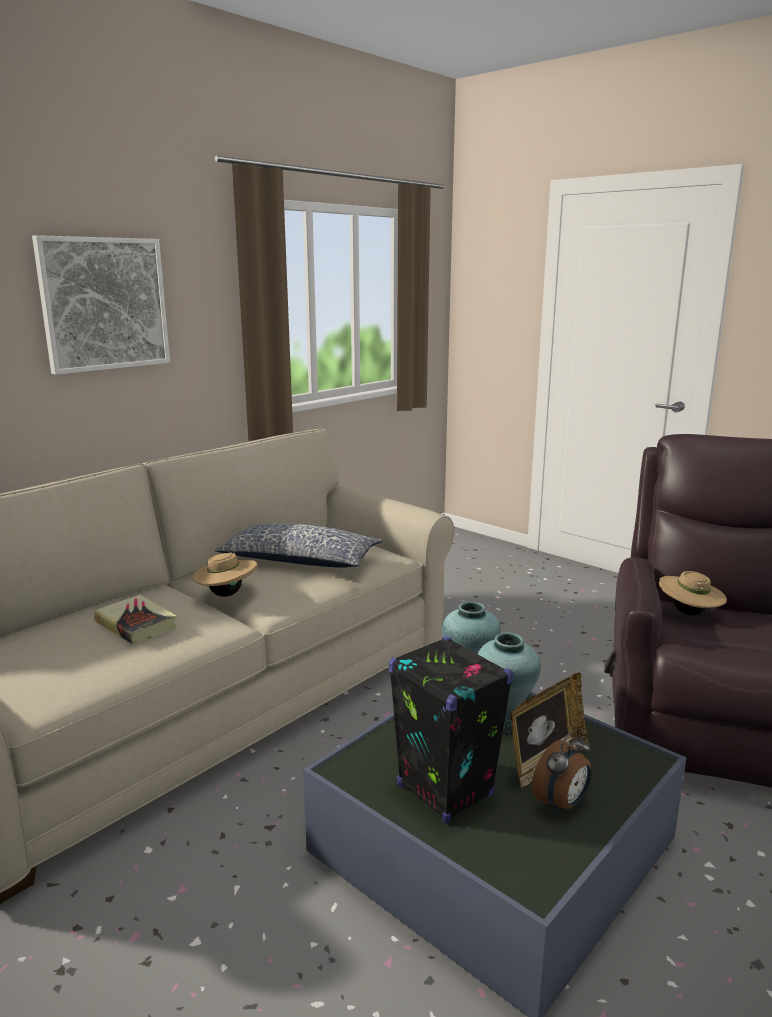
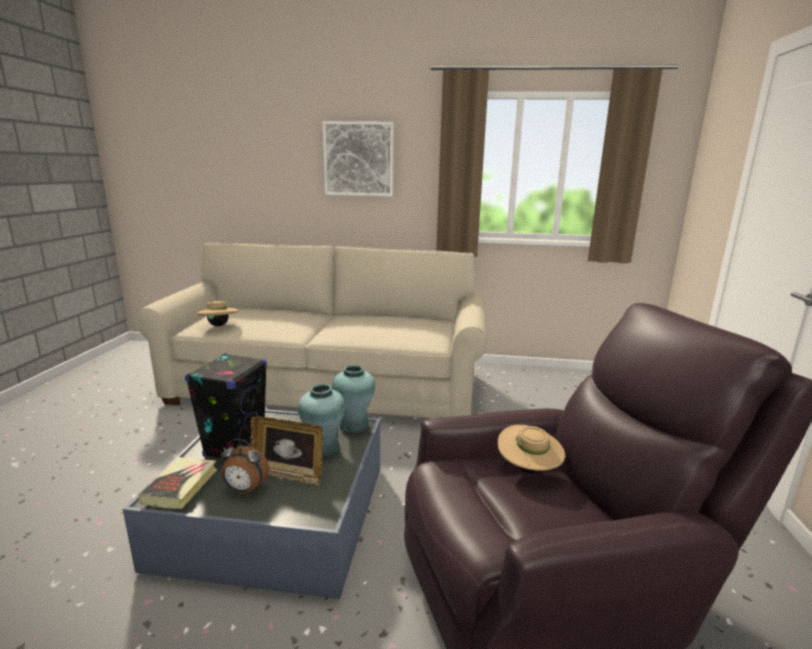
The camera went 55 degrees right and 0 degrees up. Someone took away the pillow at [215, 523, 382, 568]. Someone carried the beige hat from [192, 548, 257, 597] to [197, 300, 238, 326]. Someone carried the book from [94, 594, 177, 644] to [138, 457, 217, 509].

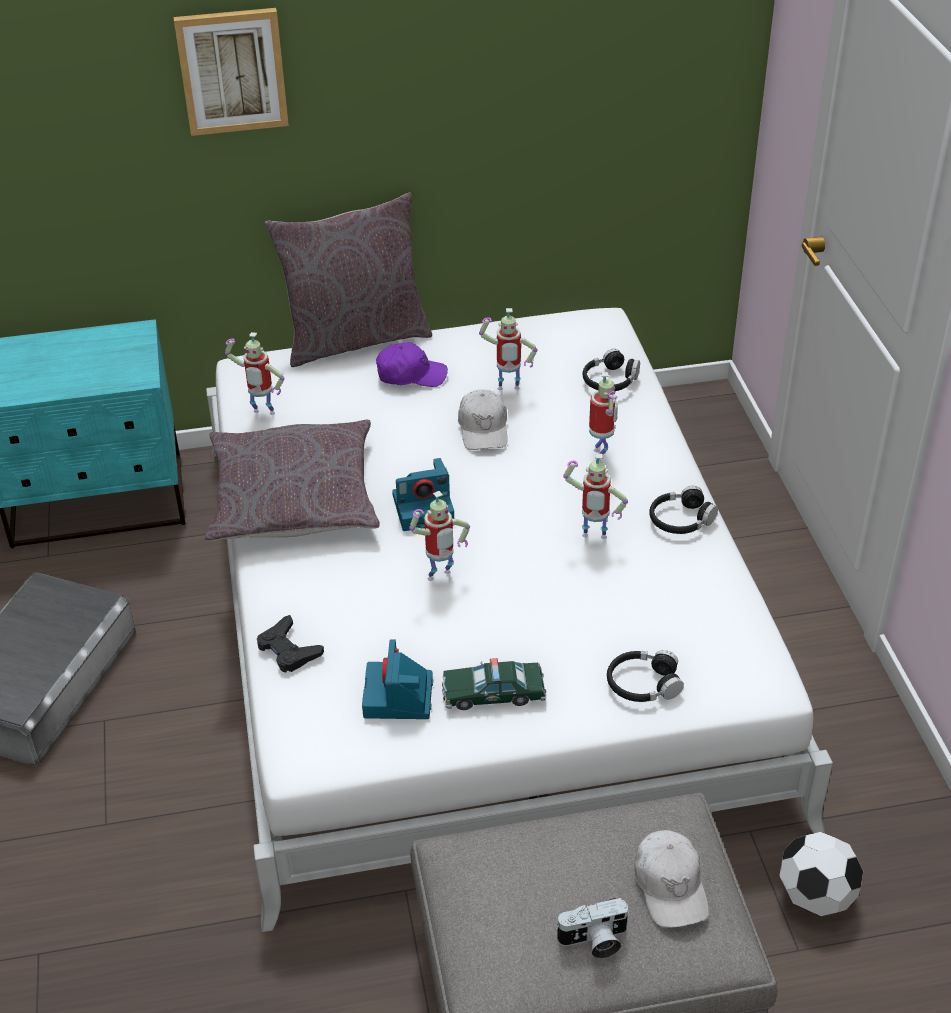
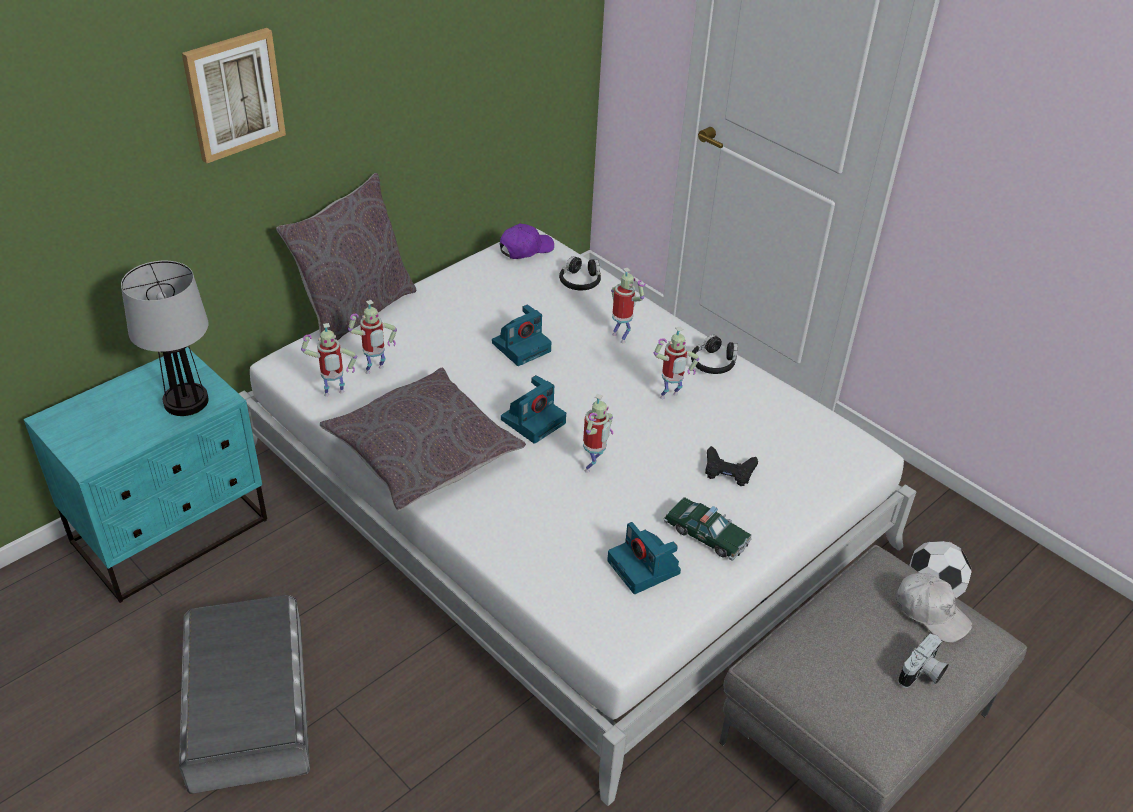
The camera went 35 degrees left and 0 degrees up. Someone carried the toy robot from [479, 308, 538, 390] to [348, 300, 397, 374]. Someone carried the purple cap from [376, 342, 448, 387] to [500, 223, 554, 259]. Someone swapped the white cap at [458, 389, 508, 450] for the photo camera at [492, 304, 552, 366]. Someone carried the black game controller from [257, 615, 324, 673] to [705, 446, 758, 486]. Someone took away the black headphones at [607, 650, 684, 702]. Someone rotated the toy car at [442, 658, 546, 710] by 105 degrees counterclockwise. Someone put down the table lamp at [121, 261, 209, 416].

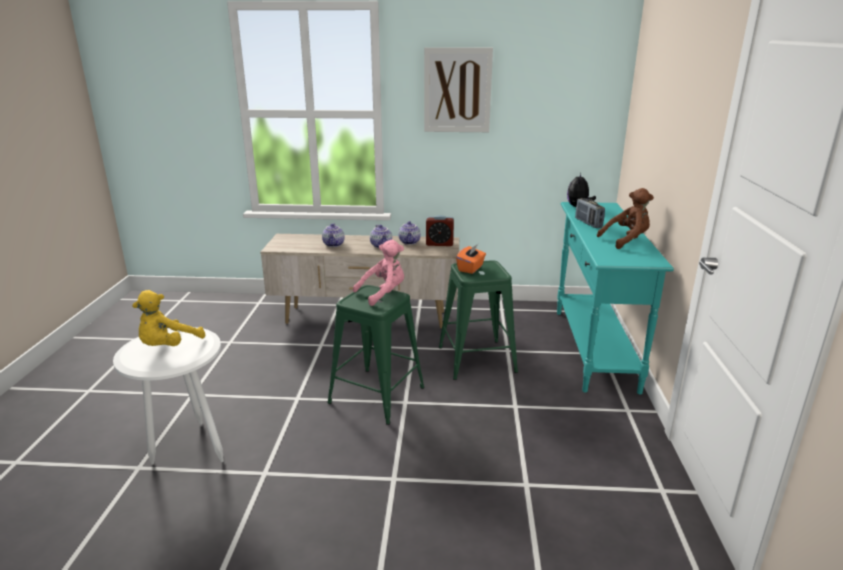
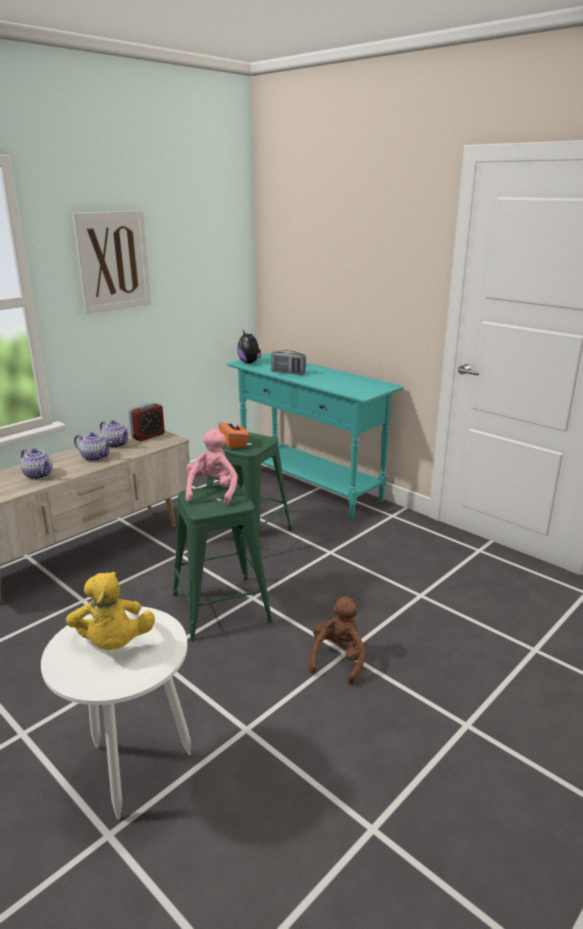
The camera went 50 degrees left and 0 degrees up. Someone carried the brown plush toy from [597, 188, 654, 249] to [309, 597, 366, 685].

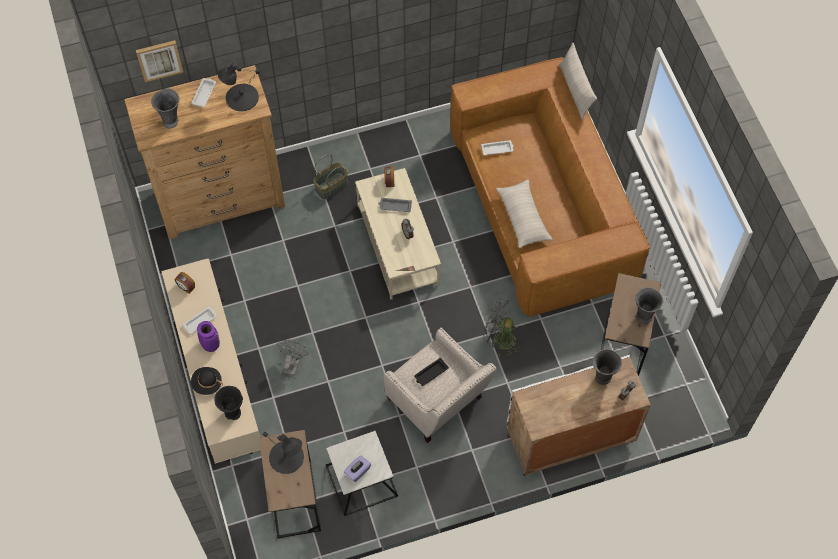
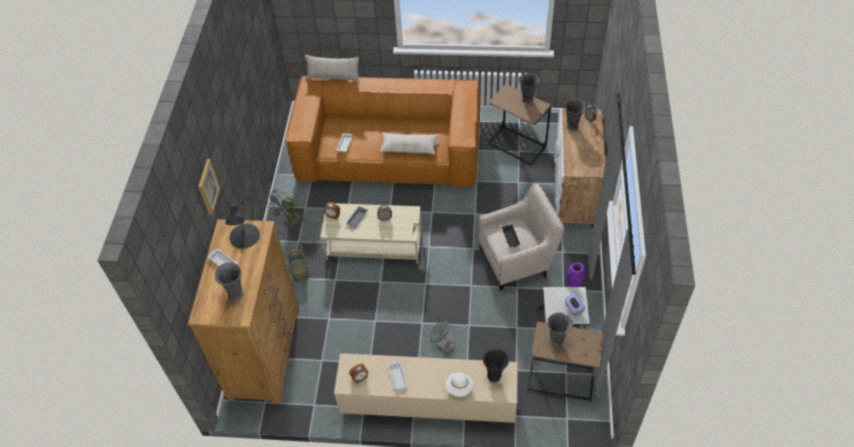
The camera went 65 degrees left and 10 degrees down. Someone carried the picture from [136, 40, 183, 82] to [198, 159, 221, 215]. Someone carried the grey fan from [483, 298, 521, 357] to [266, 190, 306, 228]. Someone carried the purple vase from [197, 321, 220, 352] to [566, 262, 585, 287]. Someone repainted the black hat at [191, 367, 223, 395], which became the white hat at [446, 373, 473, 397]. Someone swapped the black table lamp at [263, 432, 304, 474] for the grey vase at [547, 313, 573, 346].

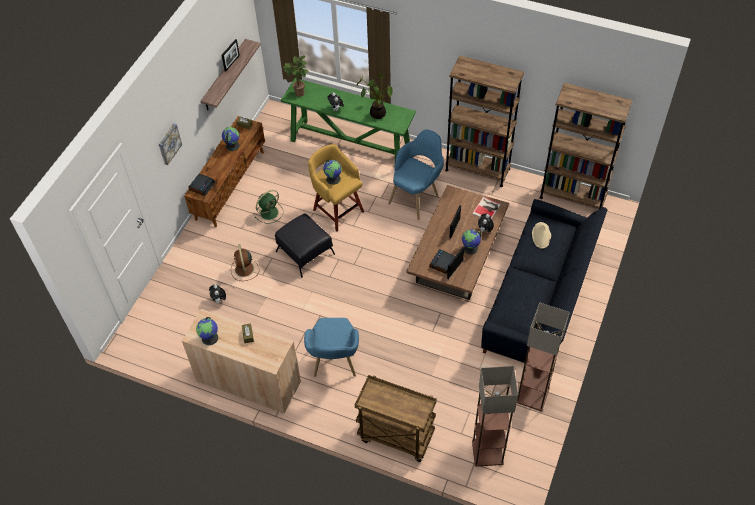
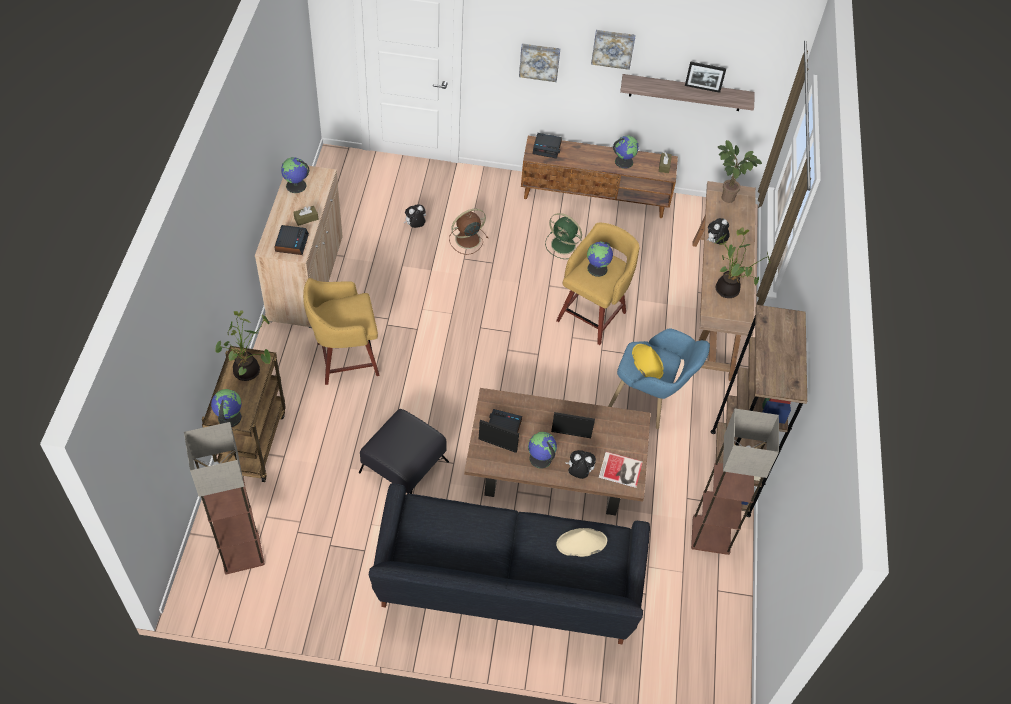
The camera went 70 degrees right and 0 degrees up. Someone repainted the green console table at [281, 78, 416, 160], which became the brown console table at [692, 181, 756, 381]. Someone took away the brown bookcase at [540, 83, 633, 209]. Someone carried the black ottoman from [275, 214, 335, 277] to [359, 409, 449, 494]. Someone carried the floor lamp from [517, 303, 570, 411] to [691, 408, 779, 555]. Someone swapped the blue armchair at [304, 318, 359, 377] for the yellow stool at [303, 278, 380, 385]. Someone put up the picture at [591, 30, 636, 70]. Someone put down the alarm clock at [275, 225, 309, 255]. Someone put down the potted plant at [215, 310, 271, 381]. Someone put down the yellow hat at [632, 344, 664, 379]. Someone put down the globe at [211, 389, 242, 427].

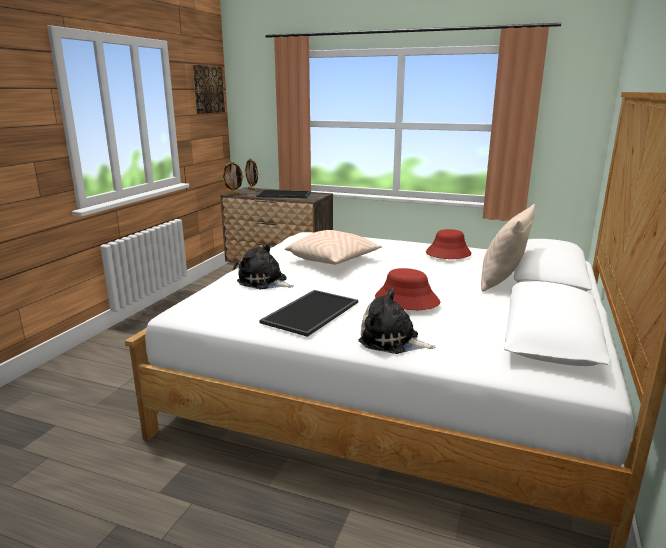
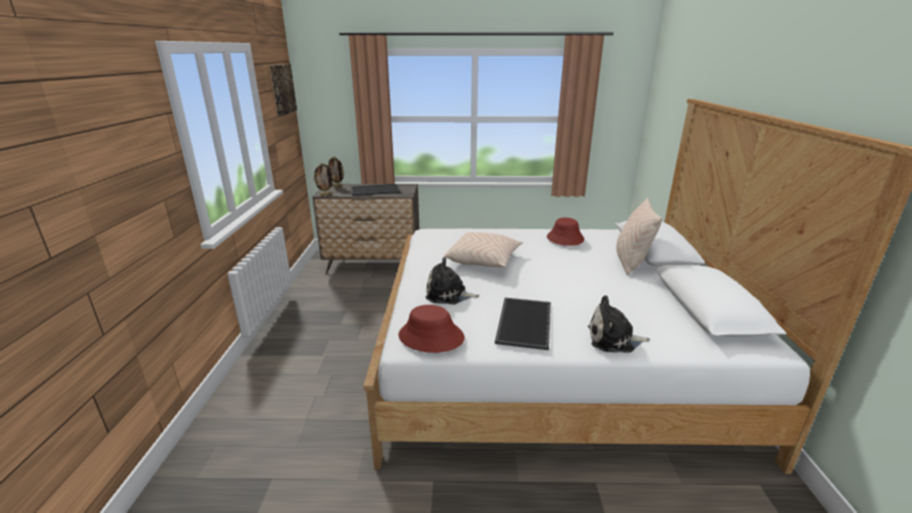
The camera went 20 degrees left and 5 degrees up. Someone carried the red hat from [375, 268, 440, 310] to [398, 305, 465, 353].

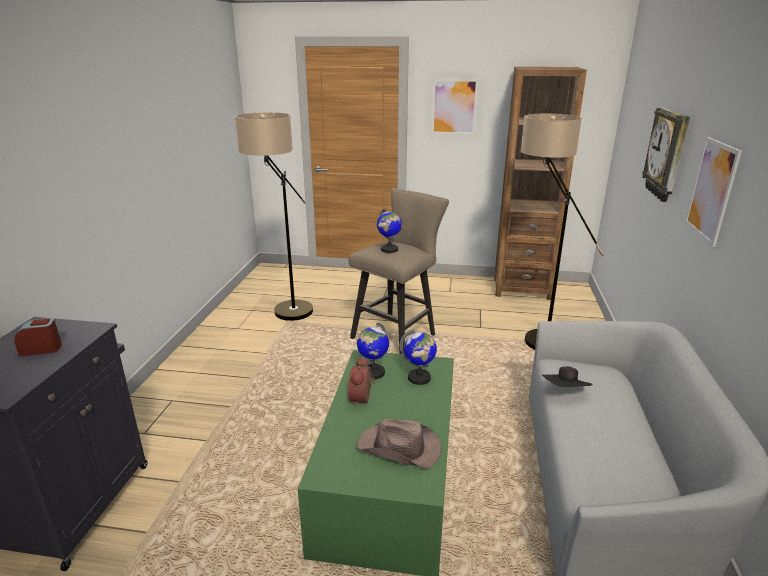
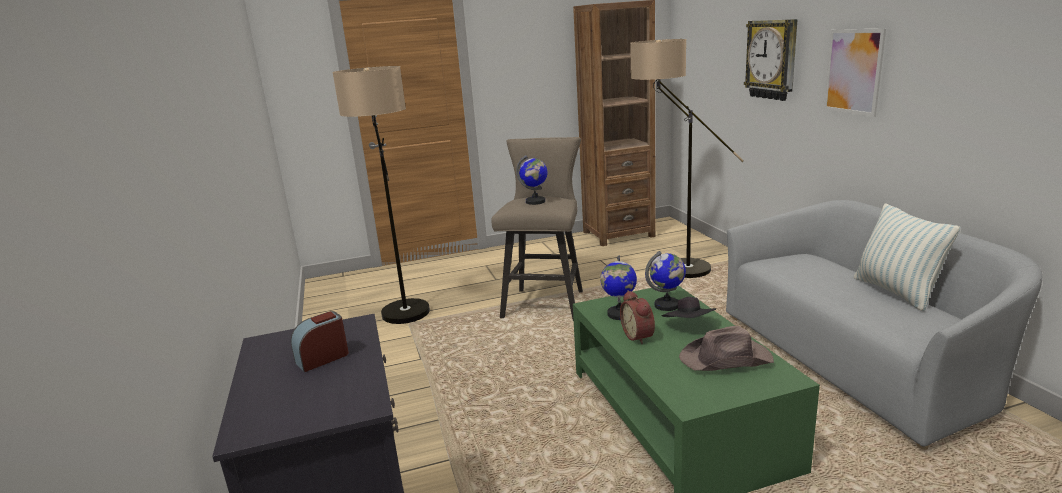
The camera went 25 degrees left and 5 degrees down. Someone took away the picture at [431, 79, 479, 135]. Someone carried the black hat from [542, 366, 593, 387] to [661, 297, 716, 318]. Someone put down the pillow at [854, 203, 961, 311].

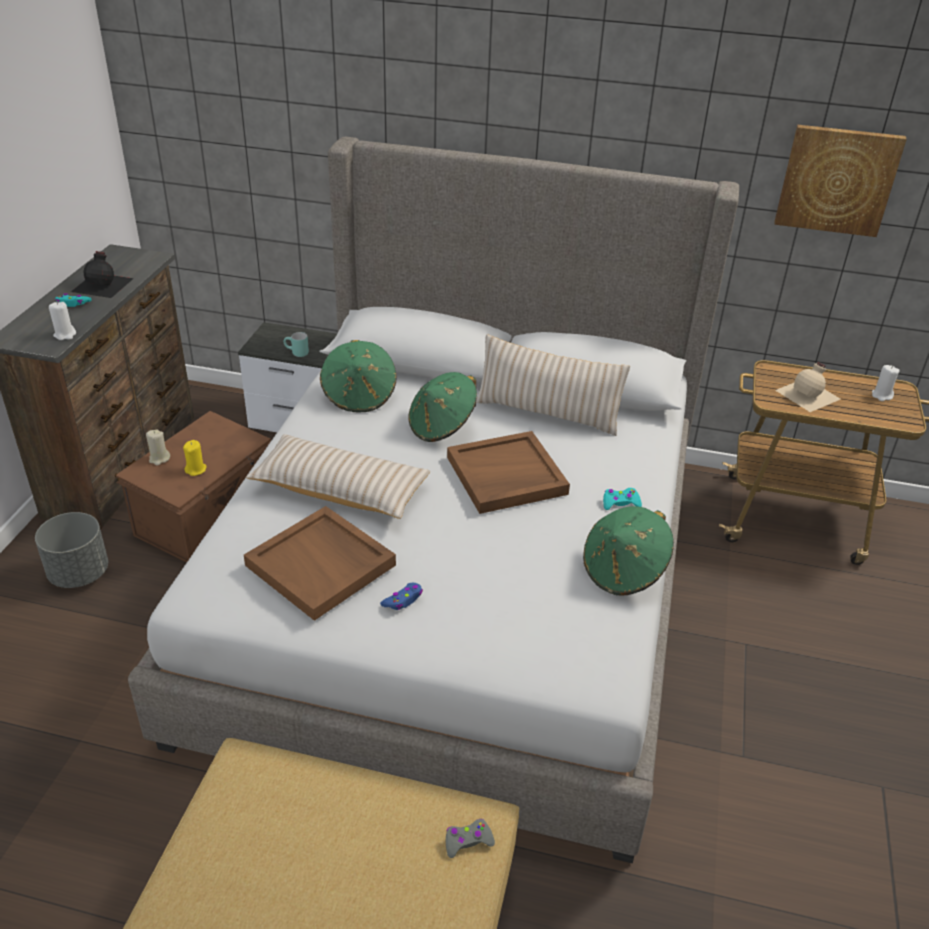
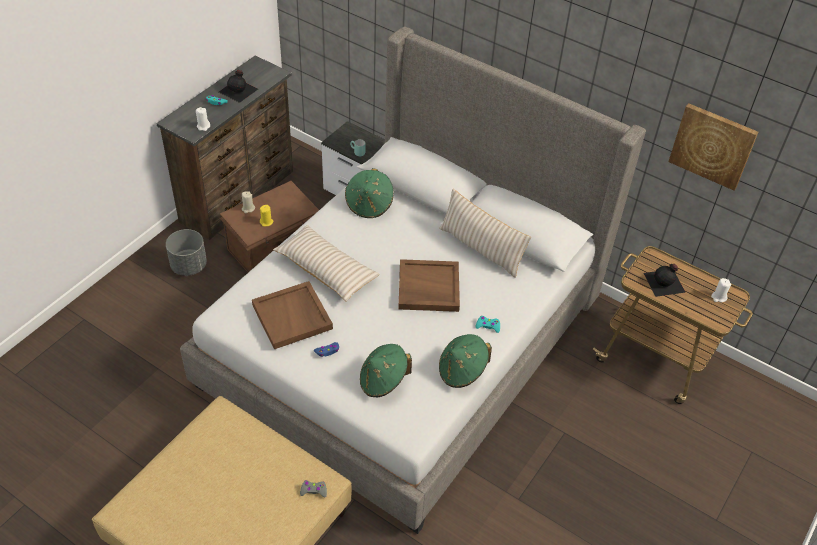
The camera went 20 degrees right and 10 degrees up. Someone repainted the beige bottle at [775, 362, 840, 412], which became the black bottle at [644, 264, 686, 297]. Someone carried the green hat from [408, 372, 477, 442] to [360, 344, 412, 397].

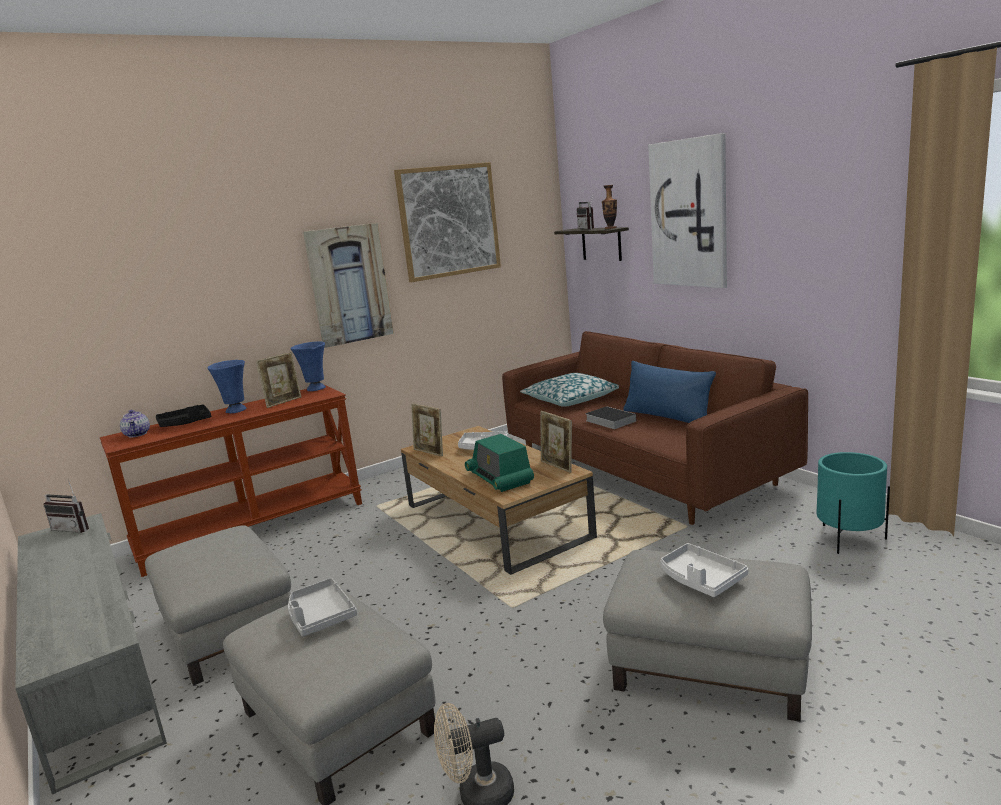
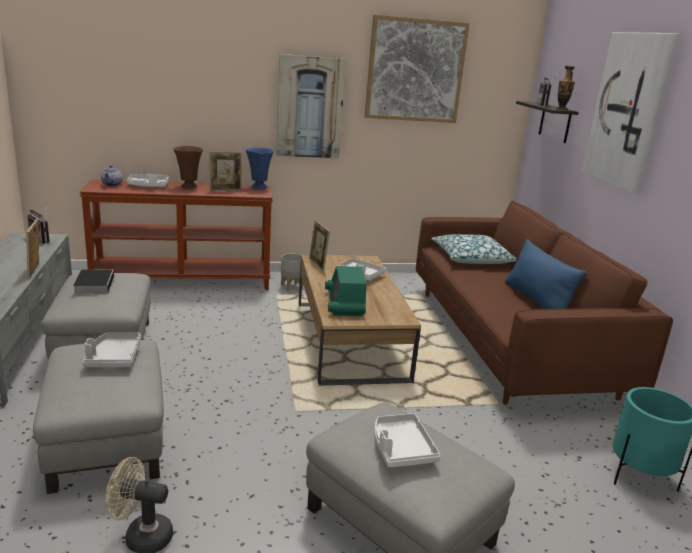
The camera went 20 degrees right and 5 degrees up. Someone repainted the blue vase at [207, 360, 246, 413], which became the brown vase at [173, 146, 203, 189]. Someone repainted the black tray at [156, 404, 211, 427], which became the white tray at [127, 174, 169, 187]. Someone carried the book from [585, 406, 636, 429] to [73, 269, 114, 294]. Someone carried the picture frame from [541, 411, 572, 473] to [26, 219, 39, 279]. Someone put down the grey planter at [281, 253, 303, 291].

